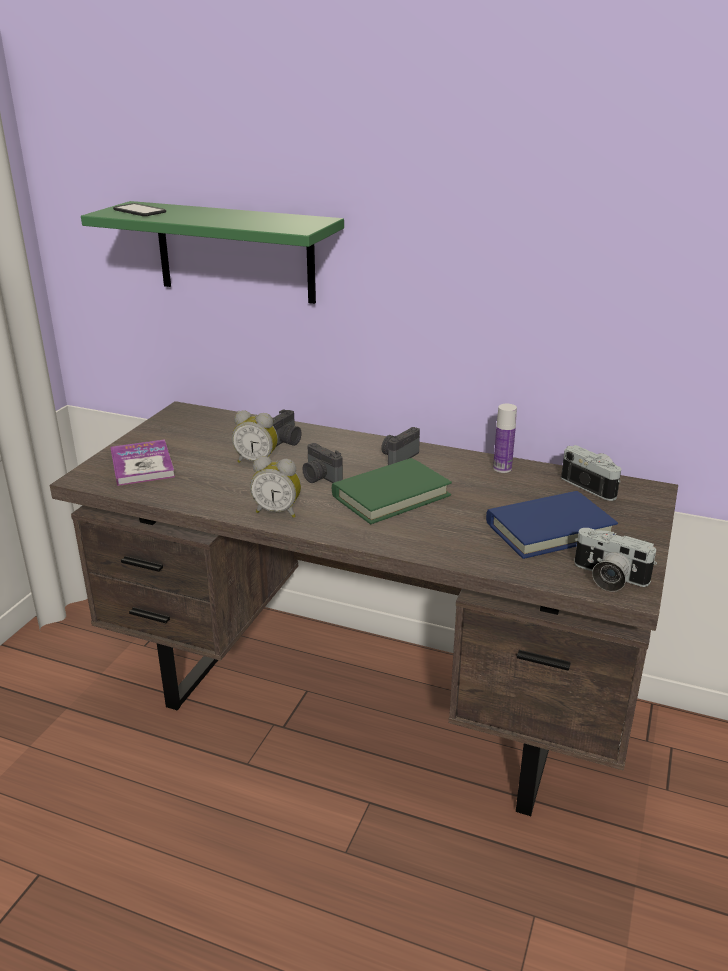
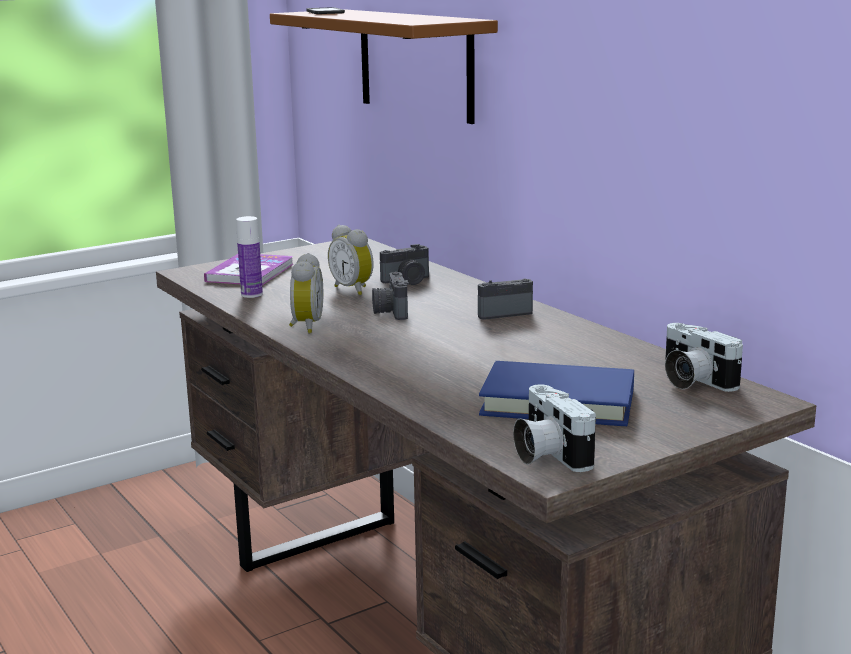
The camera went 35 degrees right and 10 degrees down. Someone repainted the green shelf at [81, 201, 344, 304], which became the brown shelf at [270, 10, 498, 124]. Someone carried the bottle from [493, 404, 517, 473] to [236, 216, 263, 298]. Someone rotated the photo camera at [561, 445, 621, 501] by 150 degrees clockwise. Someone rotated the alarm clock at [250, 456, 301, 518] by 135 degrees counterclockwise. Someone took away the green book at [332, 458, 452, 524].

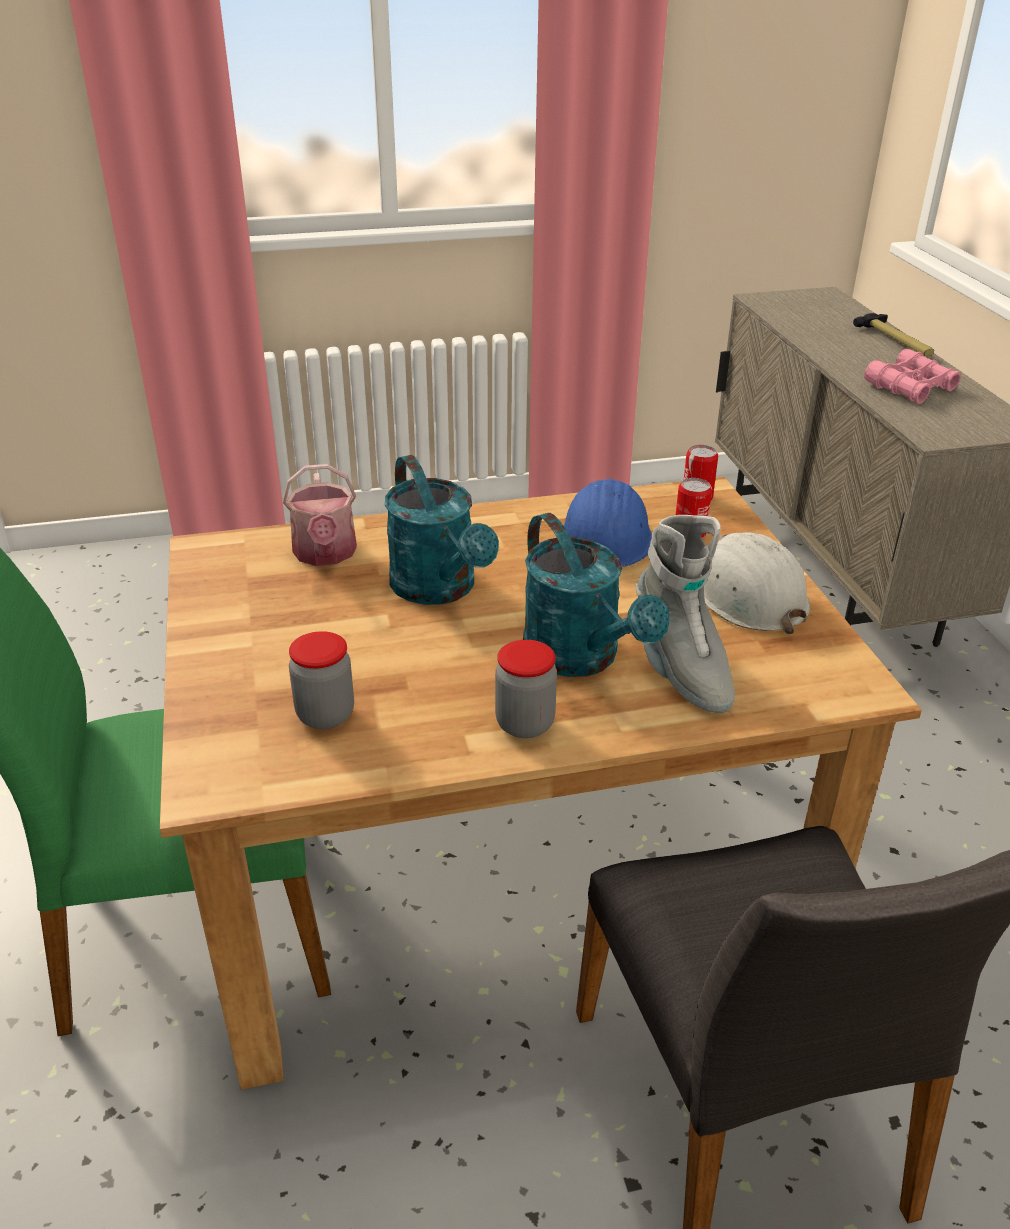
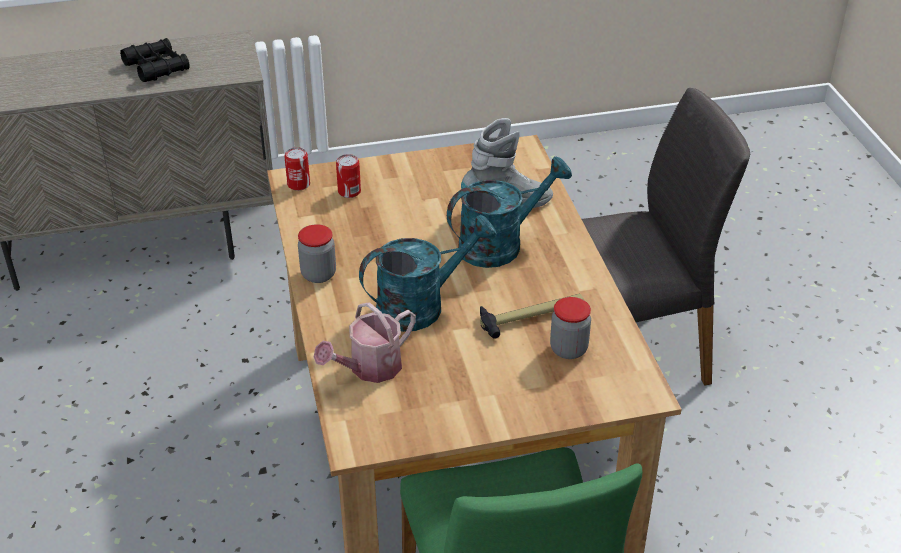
The camera went 90 degrees left and 5 degrees up. Someone carried the hammer from [853, 313, 934, 356] to [480, 294, 584, 339]. Someone repainted the pink binoculars at [864, 349, 961, 404], which became the black binoculars at [120, 38, 190, 82]. Someone rotated the watering can at [283, 464, 357, 566] by 150 degrees clockwise. Someone took away the blue hard hat at [563, 479, 652, 567]. Someone took away the white hard hat at [701, 532, 810, 634]. Someone carried the jar from [495, 640, 557, 738] to [298, 224, 336, 283].

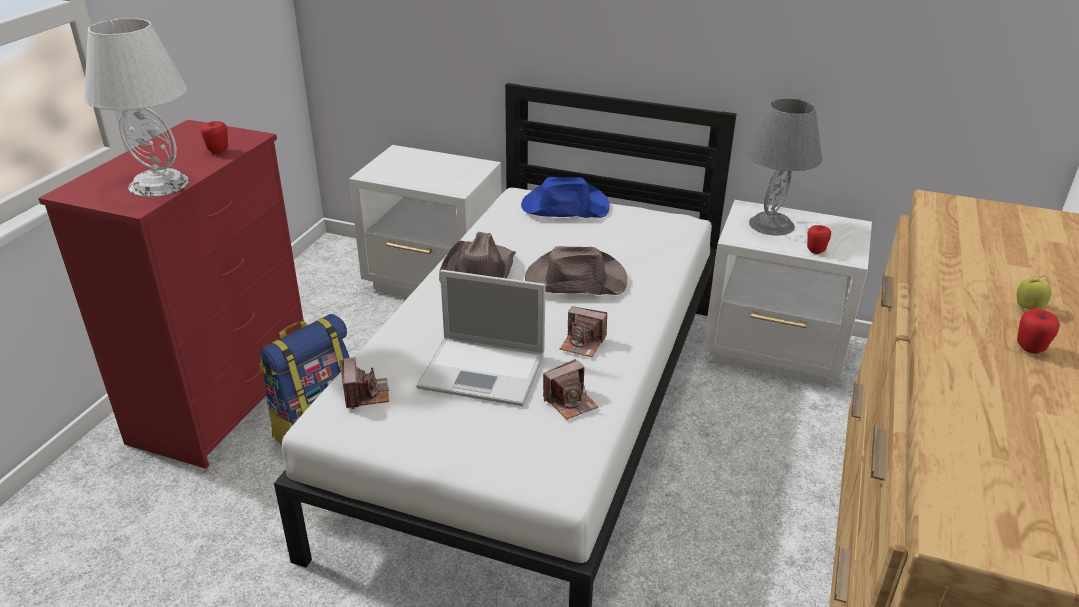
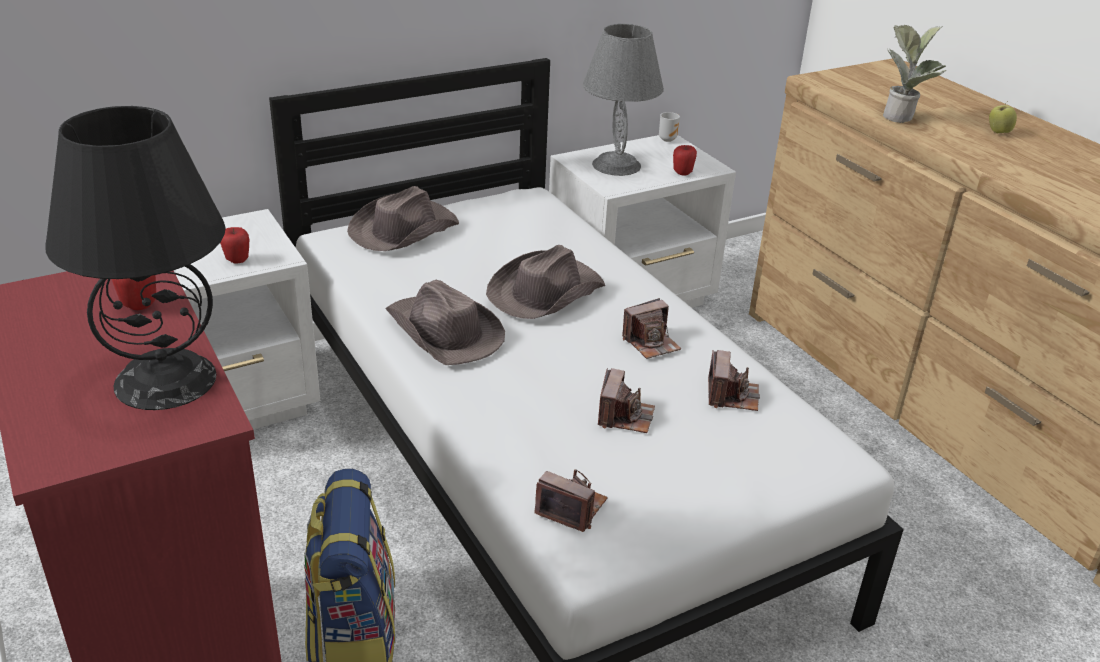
The camera went 50 degrees left and 0 degrees up. Someone repainted the white table lamp at [84, 18, 189, 197], which became the black table lamp at [45, 106, 226, 410]. Someone repainted the blue hat at [521, 177, 610, 218], which became the brown hat at [347, 186, 459, 251]. Someone swapped the laptop at [416, 270, 546, 406] for the photo camera at [598, 368, 655, 433]. Someone carried the apple from [1017, 309, 1060, 354] to [220, 227, 249, 264]. Someone put down the potted plant at [883, 25, 947, 123]. Someone put down the mug at [659, 112, 680, 142].

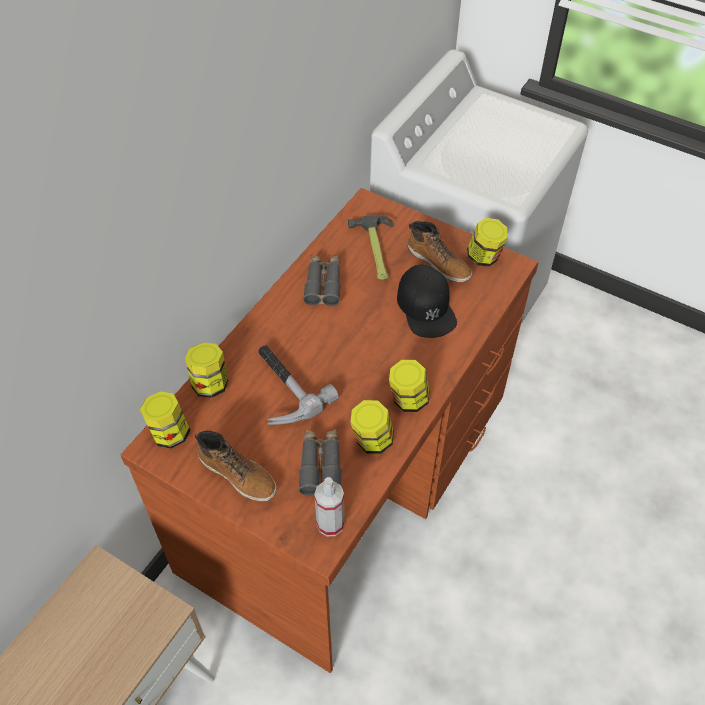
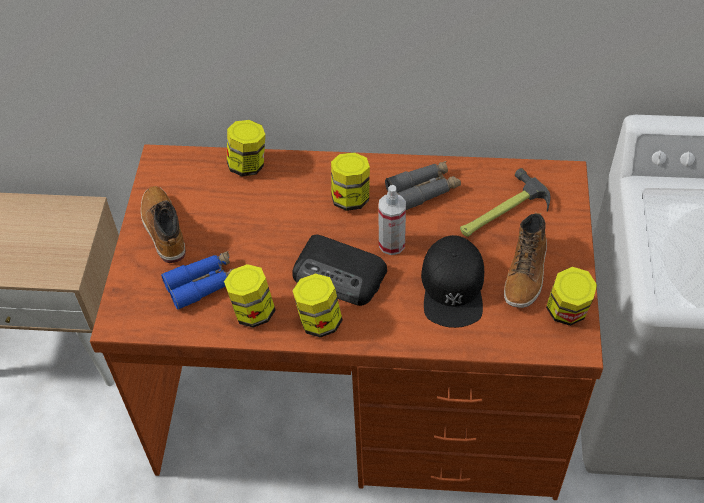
The camera went 65 degrees right and 0 degrees up. Someone rotated the black cap at [397, 265, 457, 338] by 45 degrees counterclockwise. Someone took away the hammer at [258, 345, 339, 425]. Someone carried the jar from [140, 391, 190, 449] to [331, 152, 370, 211]. Someone repainted the grey binoculars at [298, 429, 342, 495], which became the blue binoculars at [161, 251, 234, 310]. Someone rotated the boot at [195, 431, 277, 502] by 150 degrees clockwise. Someone carried the spray bottle from [314, 477, 344, 537] to [378, 185, 406, 255]. Someone put down the radio at [293, 235, 387, 306].

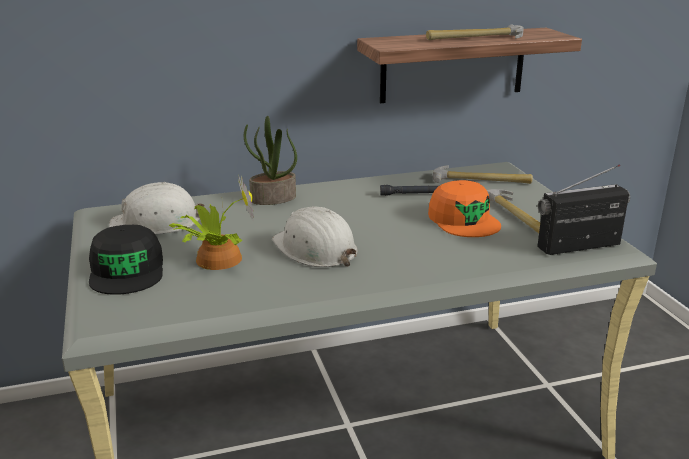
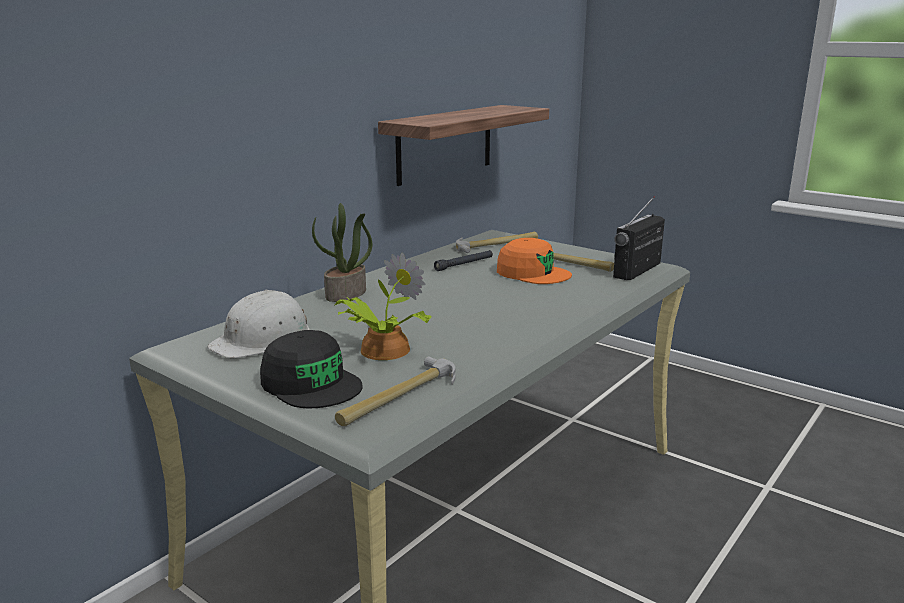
The camera went 35 degrees left and 5 degrees down. Someone carried the hammer from [426, 24, 524, 40] to [335, 356, 455, 426]. Someone took away the white hard hat at [272, 206, 358, 267].

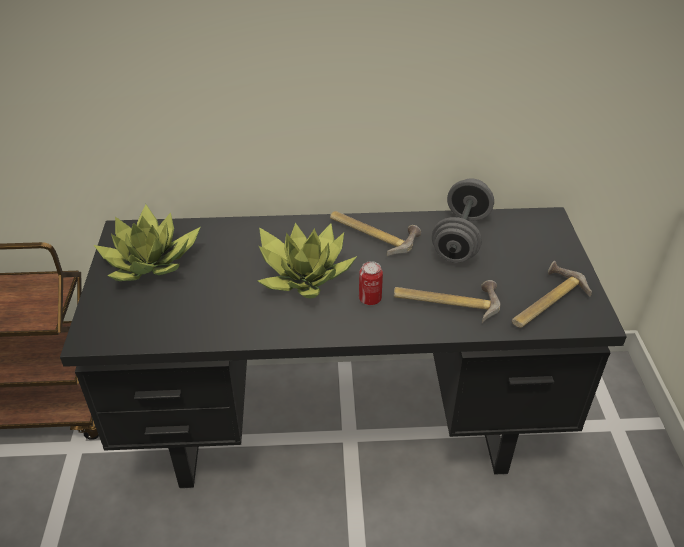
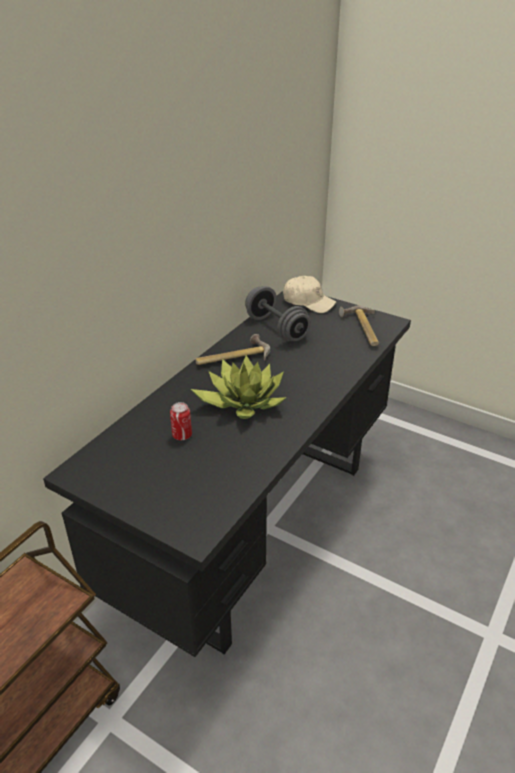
The camera went 55 degrees left and 5 degrees down. Someone took away the potted plant at [94, 204, 200, 281]. Someone carried the can from [359, 261, 383, 305] to [170, 402, 192, 440]. Someone took away the hammer at [394, 280, 500, 323]. Someone put down the beige cap at [283, 276, 336, 313].

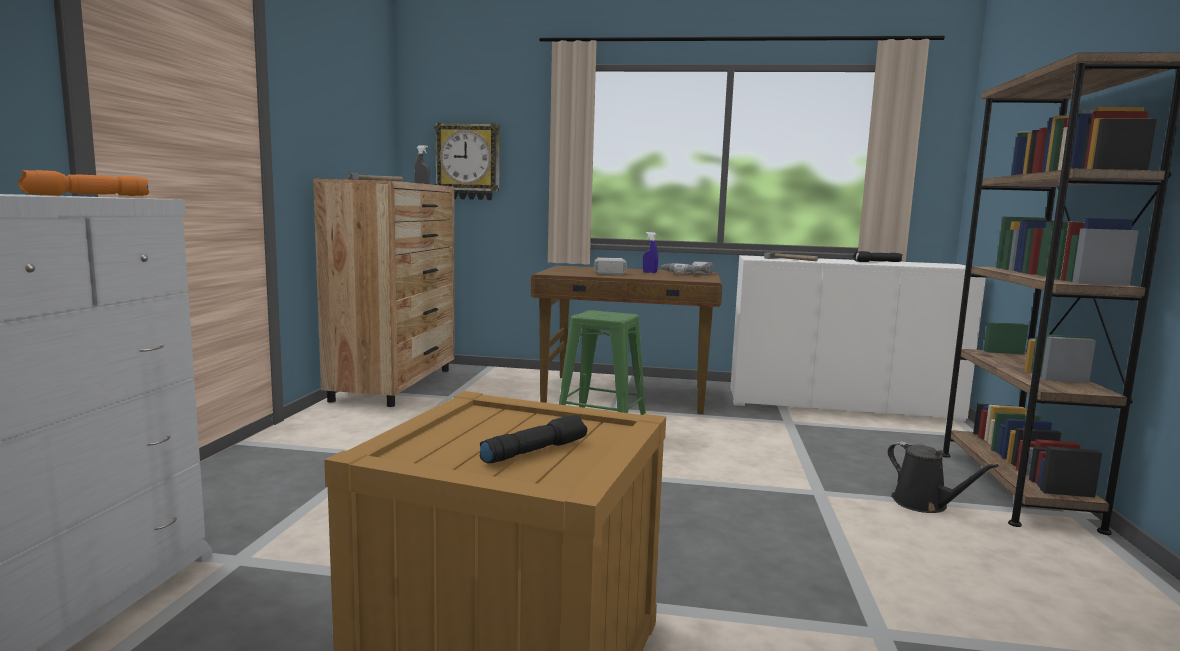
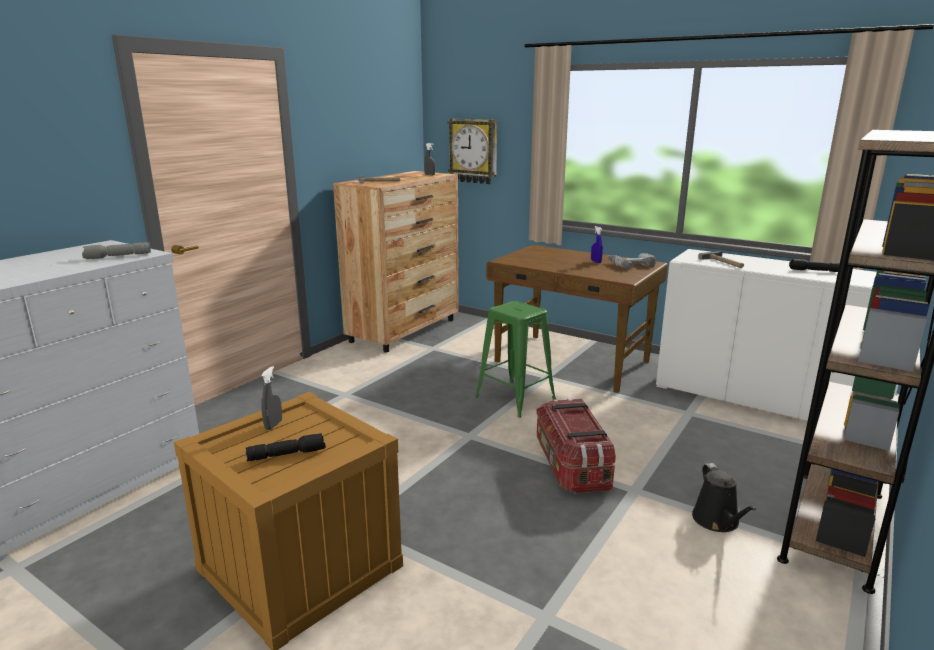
The camera went 25 degrees right and 10 degrees up. Someone repainted the orange flashlight at [18, 170, 149, 196], which became the grey flashlight at [82, 242, 151, 259]. Someone took away the hammer at [594, 257, 627, 275]. Someone put down the grey spray bottle at [261, 366, 282, 430]. Someone put down the storage box at [536, 398, 616, 494].

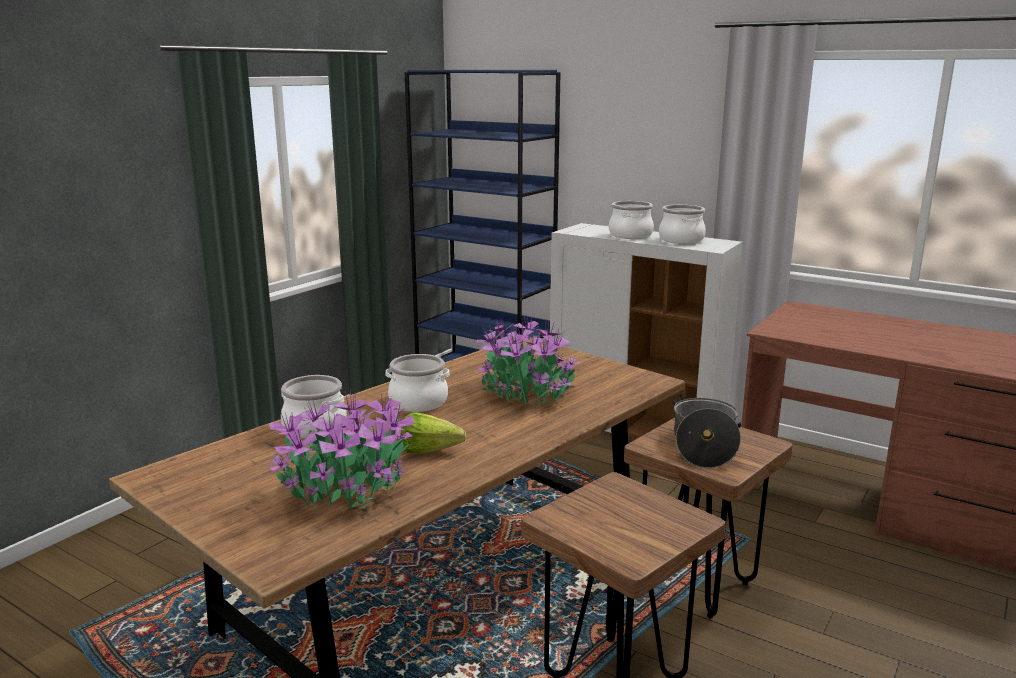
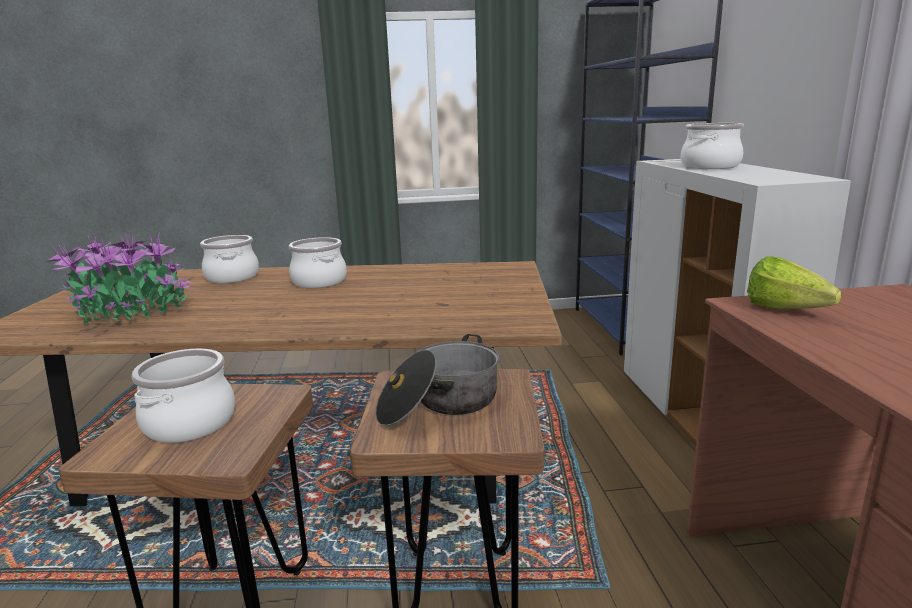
The camera went 50 degrees right and 0 degrees up. Someone carried the cooking pot from [659, 205, 706, 244] to [132, 349, 235, 443]. Someone took away the potted plant at [477, 315, 581, 405]. Someone carried the lettuce from [401, 412, 466, 454] to [747, 256, 841, 309].

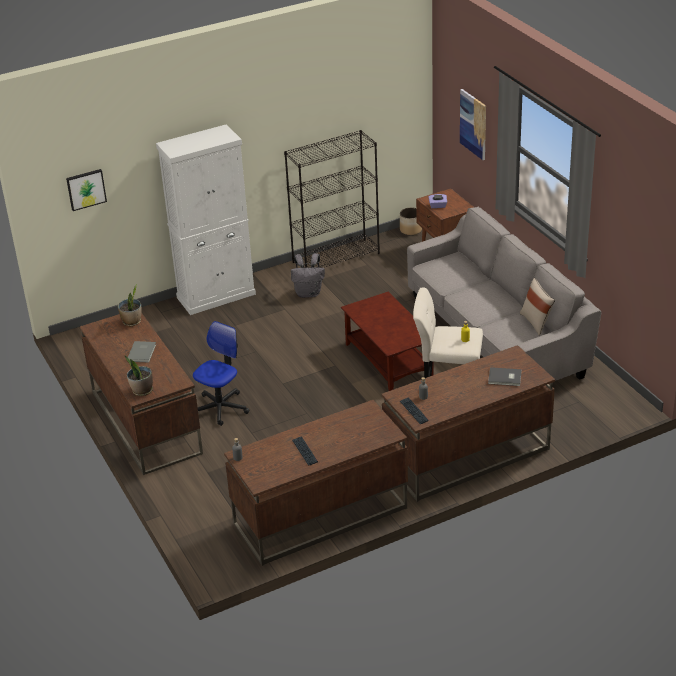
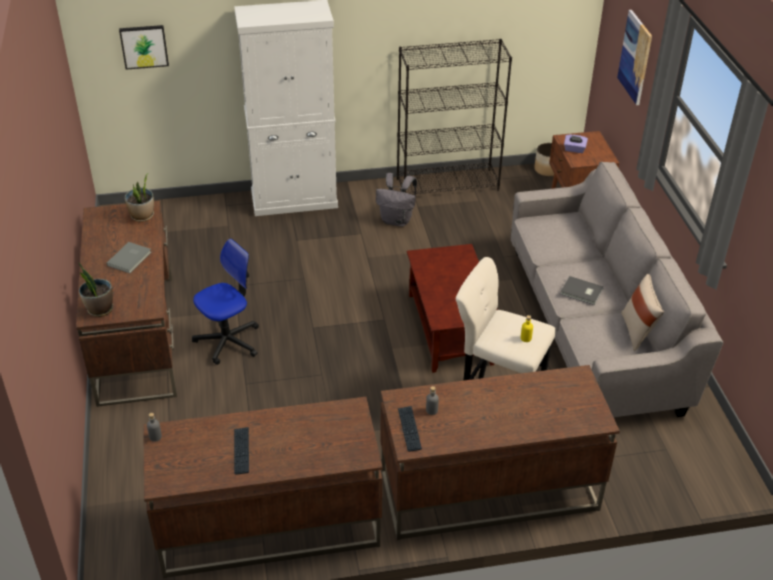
The camera went 15 degrees right and 5 degrees up. Someone carried the grey book from [488, 367, 522, 386] to [560, 276, 604, 305].

